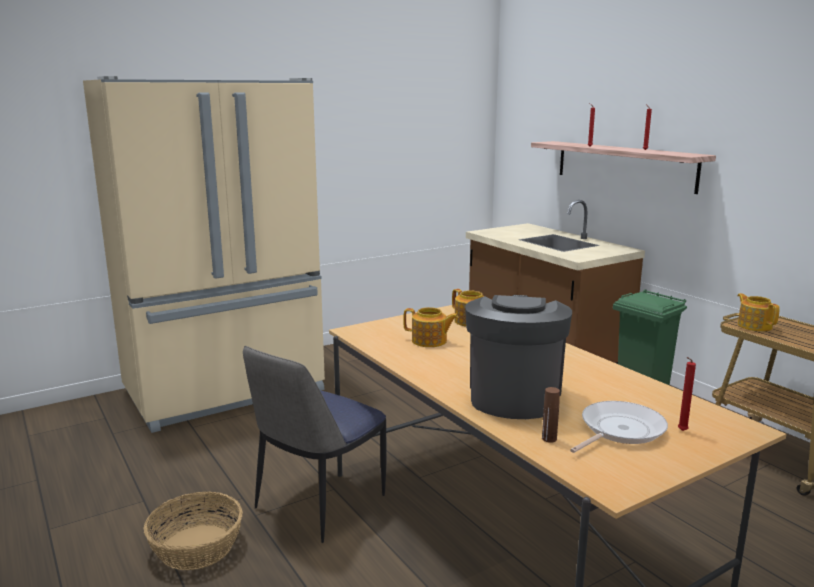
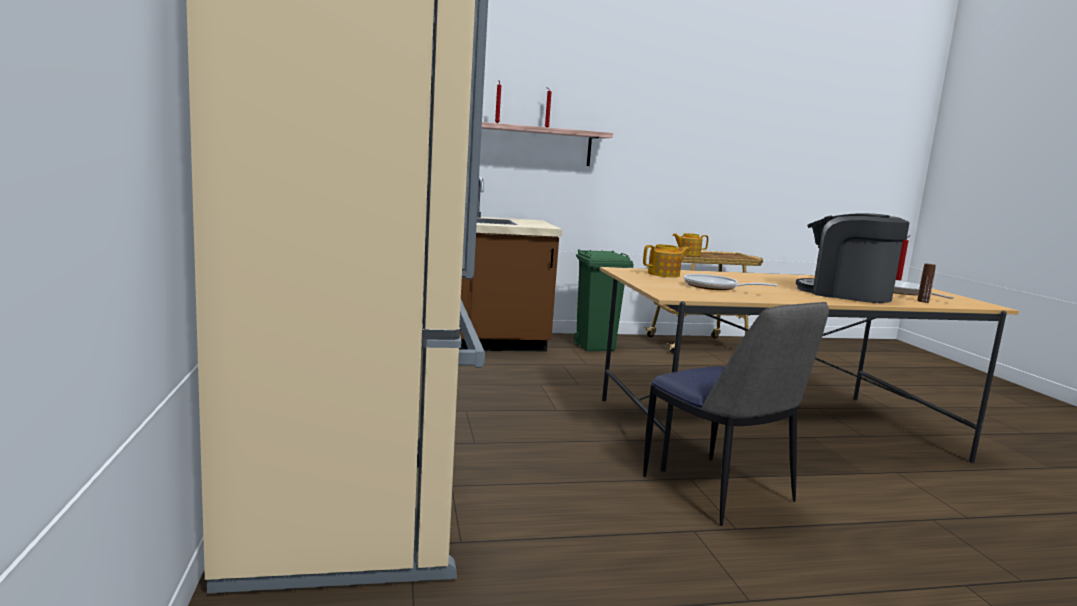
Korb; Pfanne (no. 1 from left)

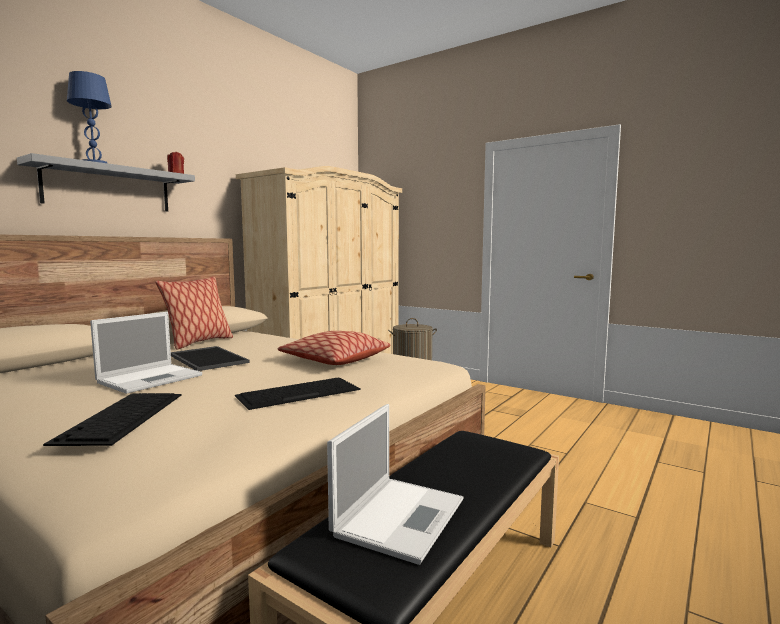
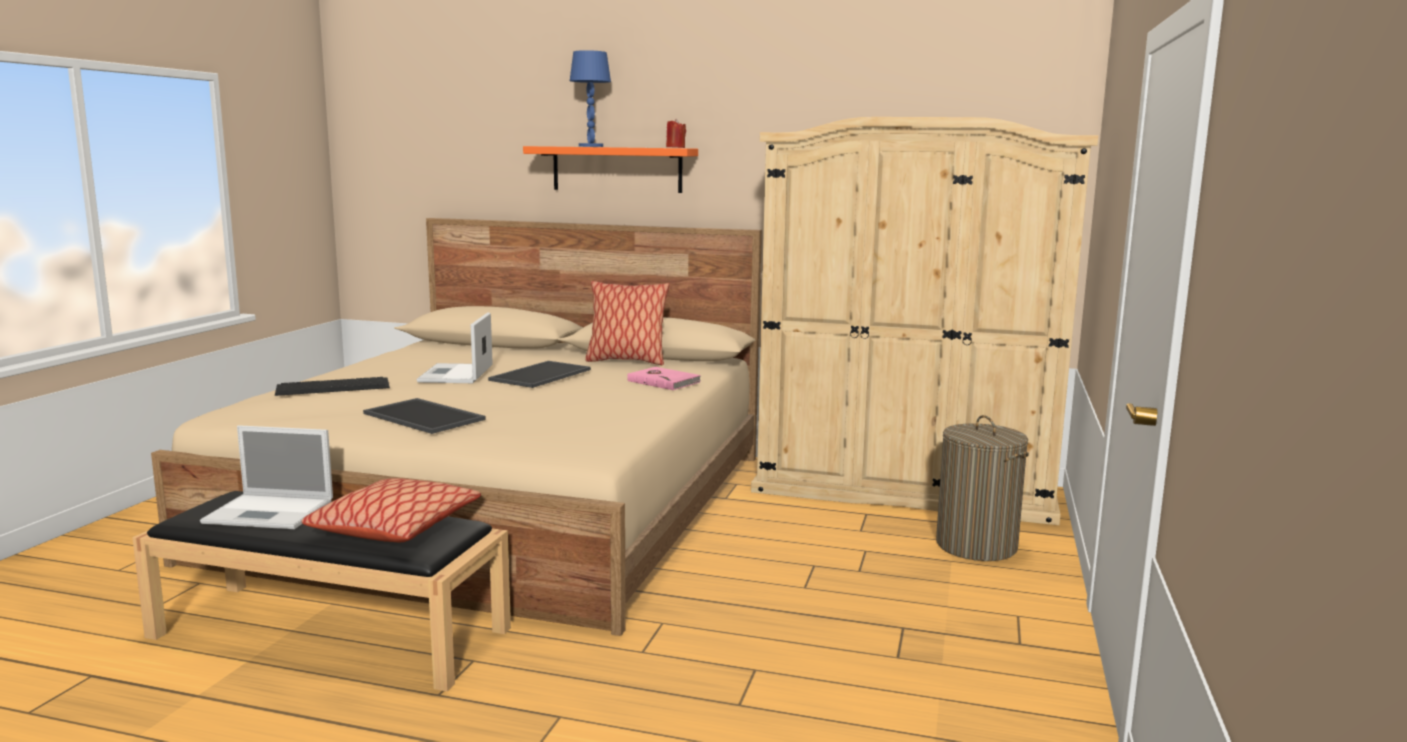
Wandregal (orange); Laptop (no. 2 from left); Tablett (no. 1 from left); Kissen (no. 1 from left); Buch (rosa)

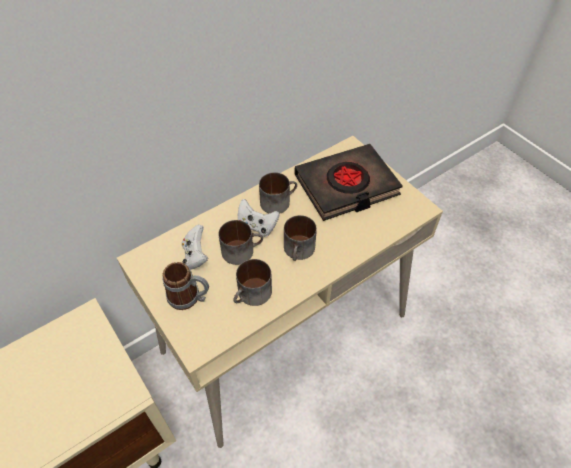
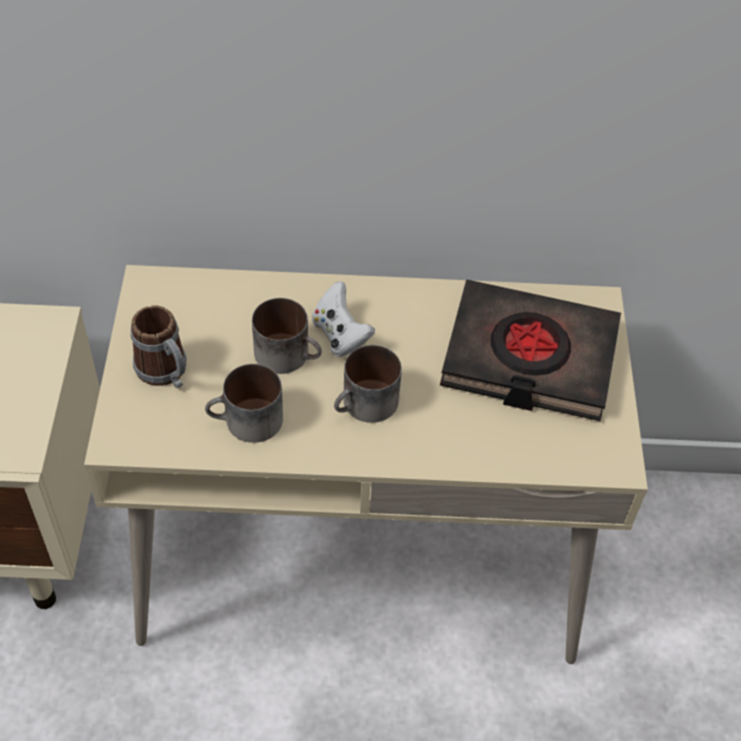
Gamepad (weiß) (no. 1 from left in the first image); Henkelbecher (no. 4 from left in the first image)

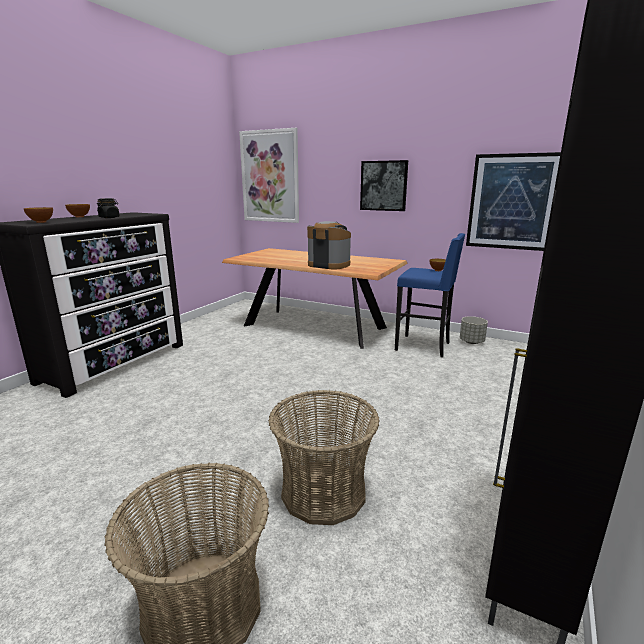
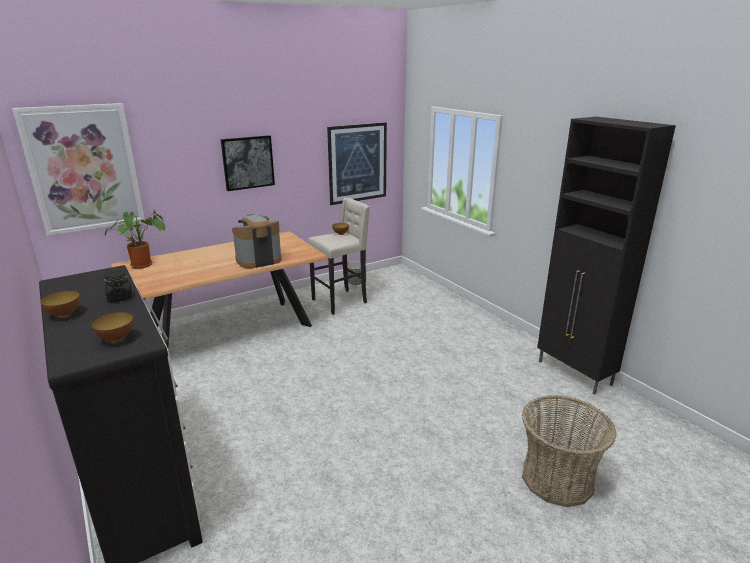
Korb (no. 2 from left in the first image); Hocker (beige); Topfpflanze

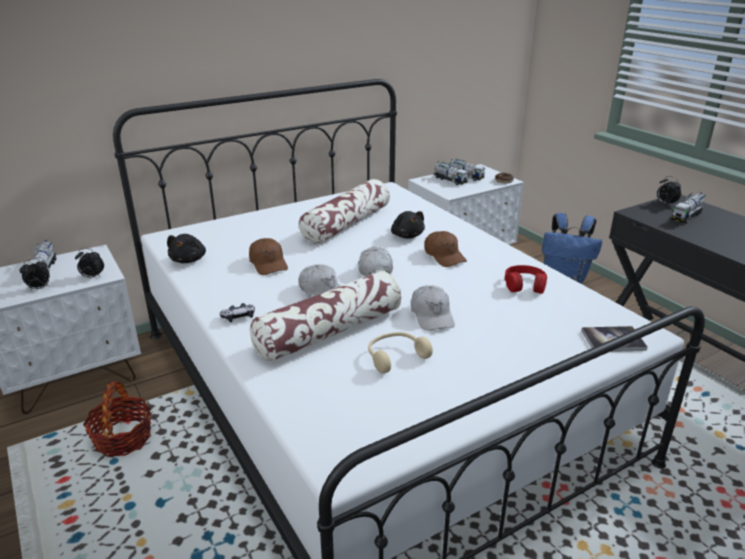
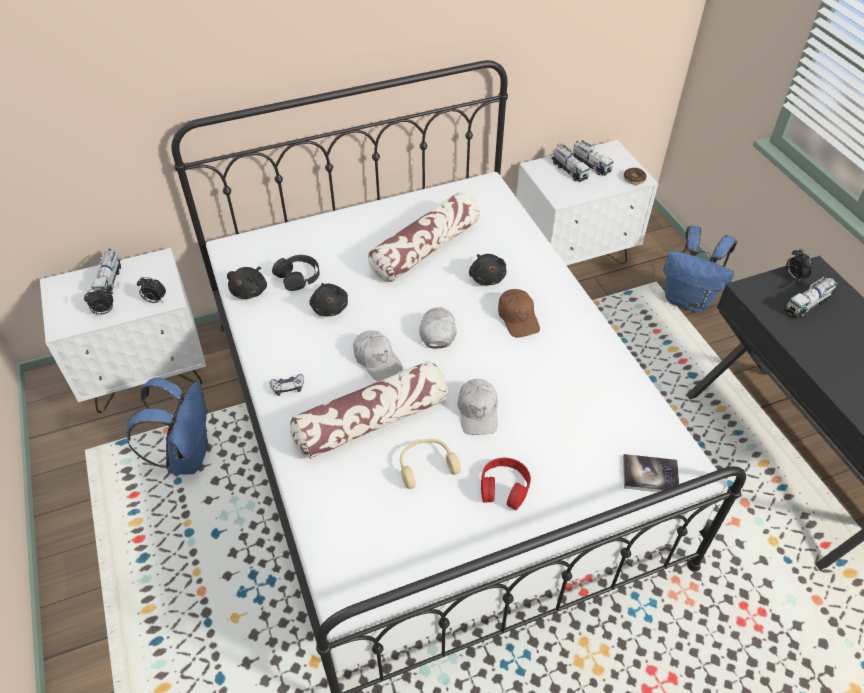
Rucksack (blau) (no. 1 from left); Plüschtier (schwarz) (no. 2 from left); Kopfhörer (rot); Kopfhörer (schwarz)

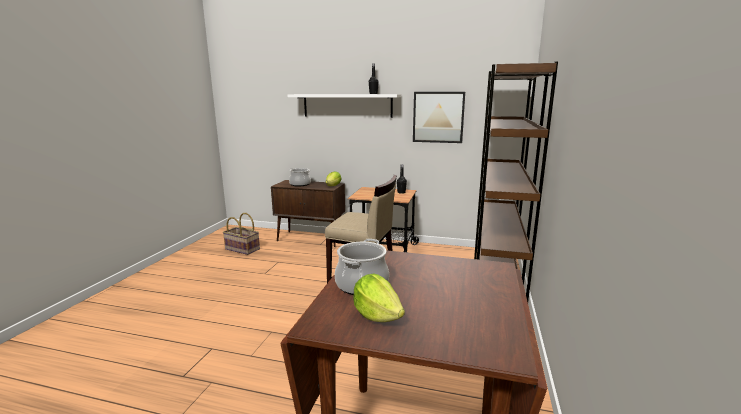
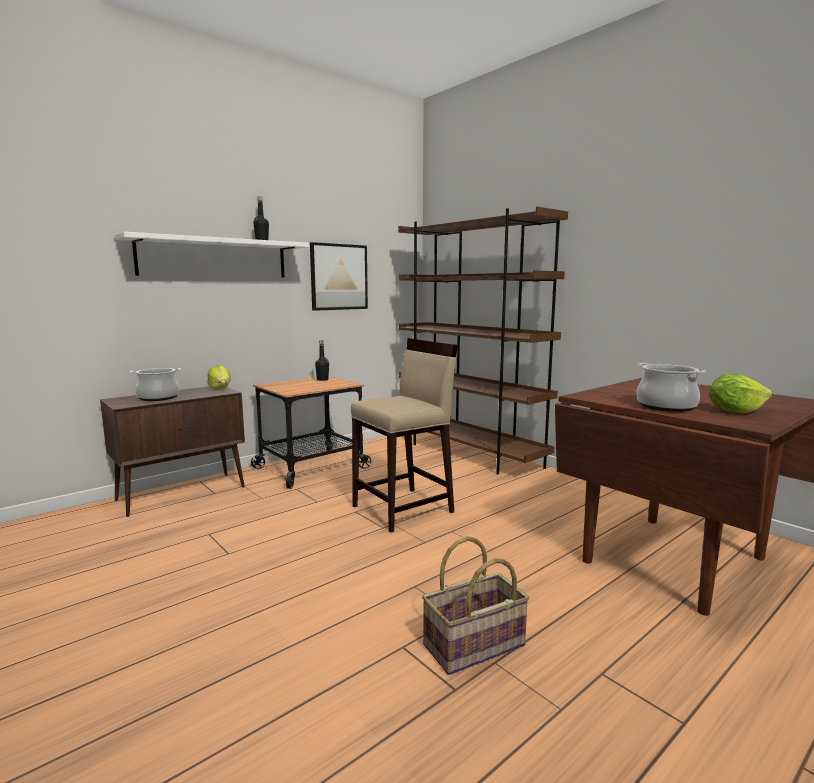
Korb

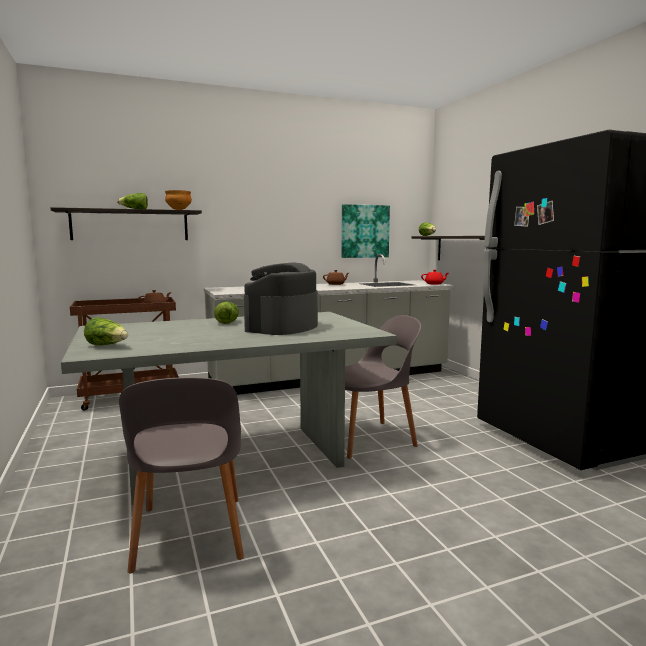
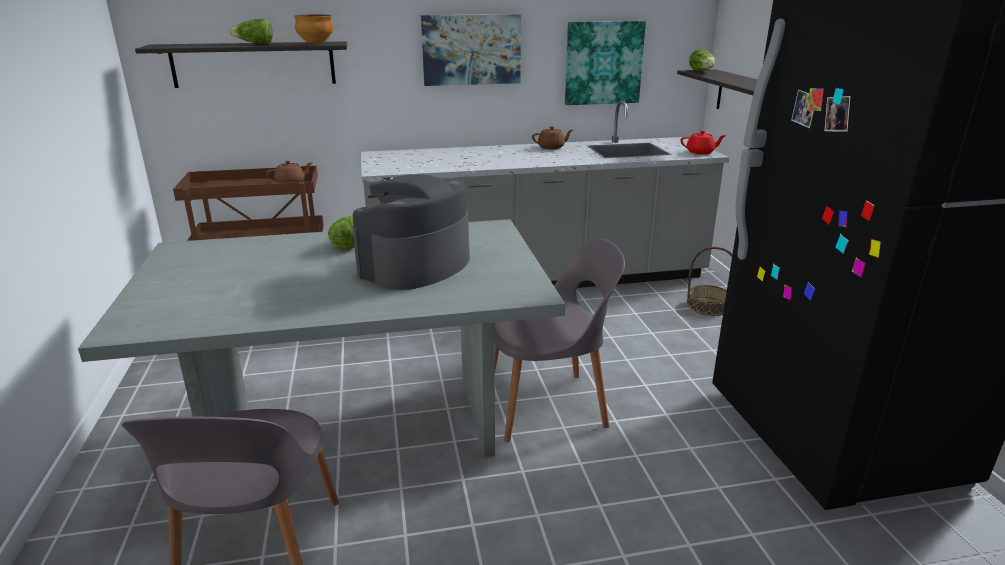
Salatkopf (no. 1 from left in the first image); Bild (no. 1 from left); Korb

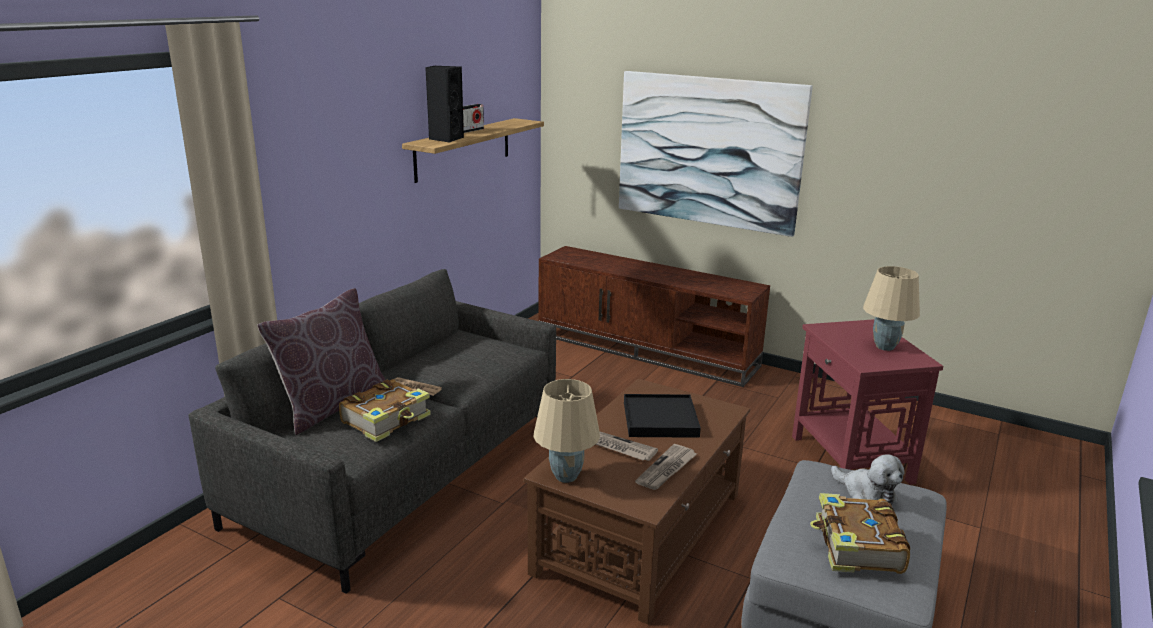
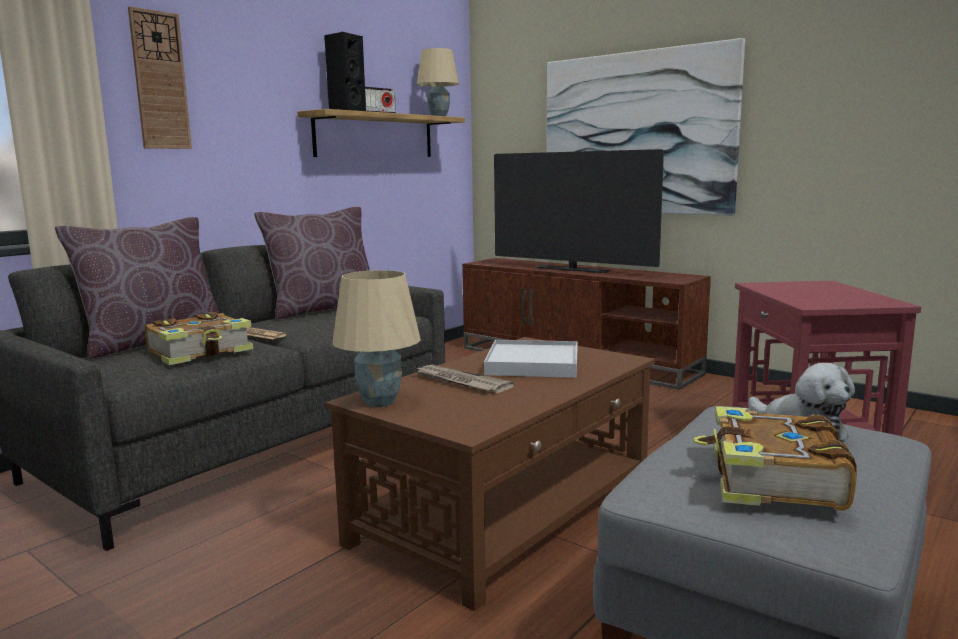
Tablett (weiß); Zeitung (no. 3 from left in the first image); Tischlampe (beige) (no. 2 from left); Wanduhr; Kissen (braun) (no. 2 from left); Fernseher

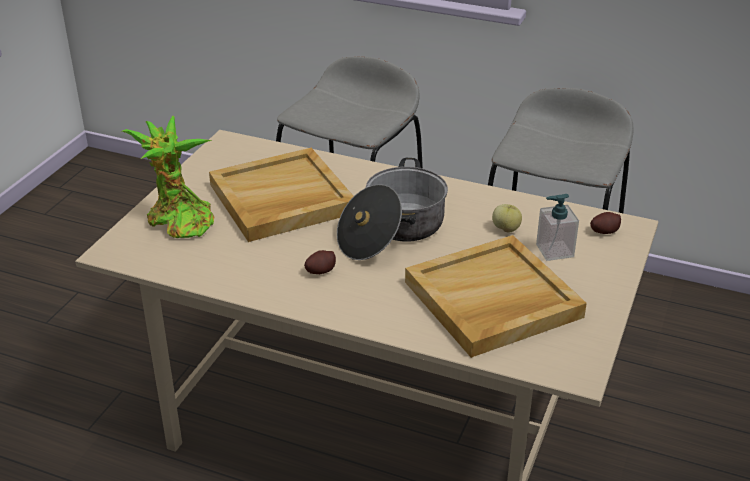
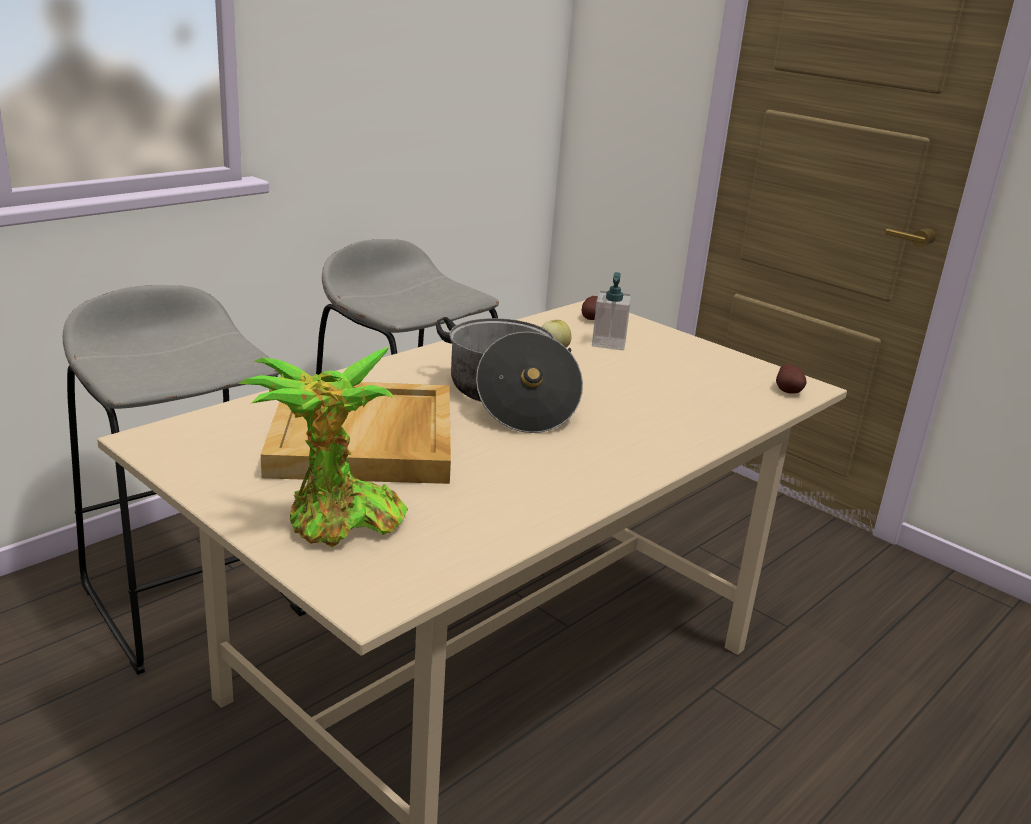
Kartoffel (no. 2 from left); Tablett (beige) (no. 2 from left in the first image)

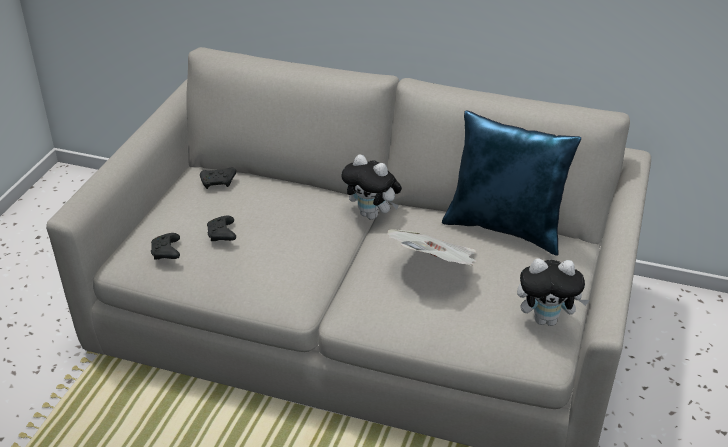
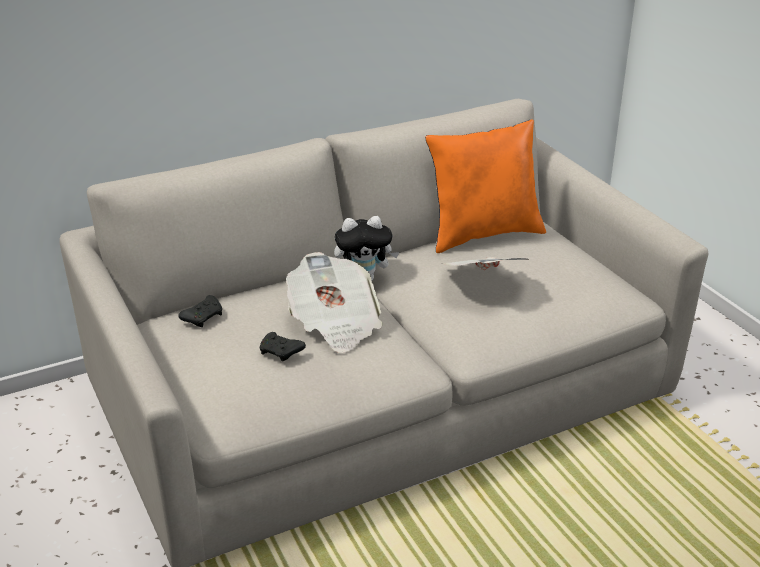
Gamepad (schwarz) (no. 1 from left in the first image); Kissen (orange); Plüschtier (no. 2 from left in the first image); Zeitung (no. 1 from left)

